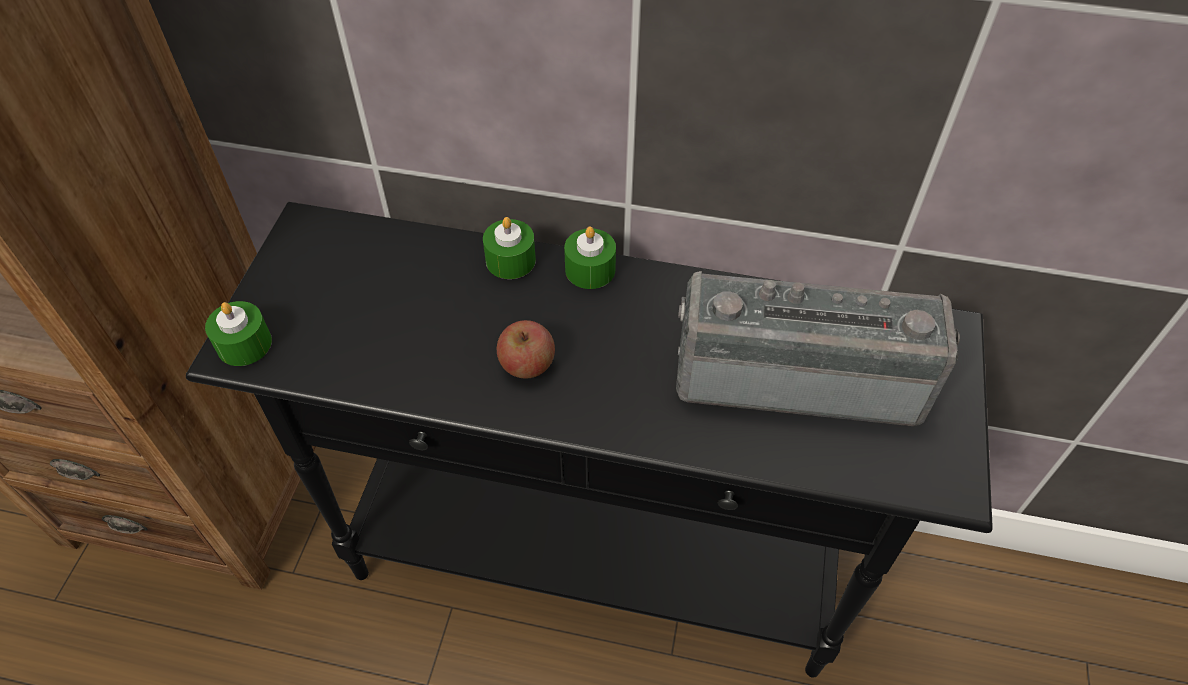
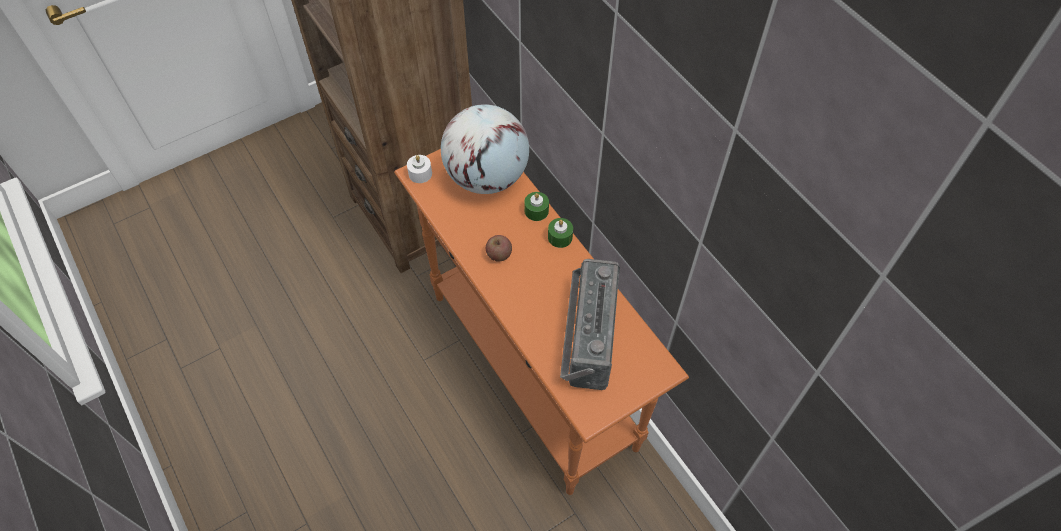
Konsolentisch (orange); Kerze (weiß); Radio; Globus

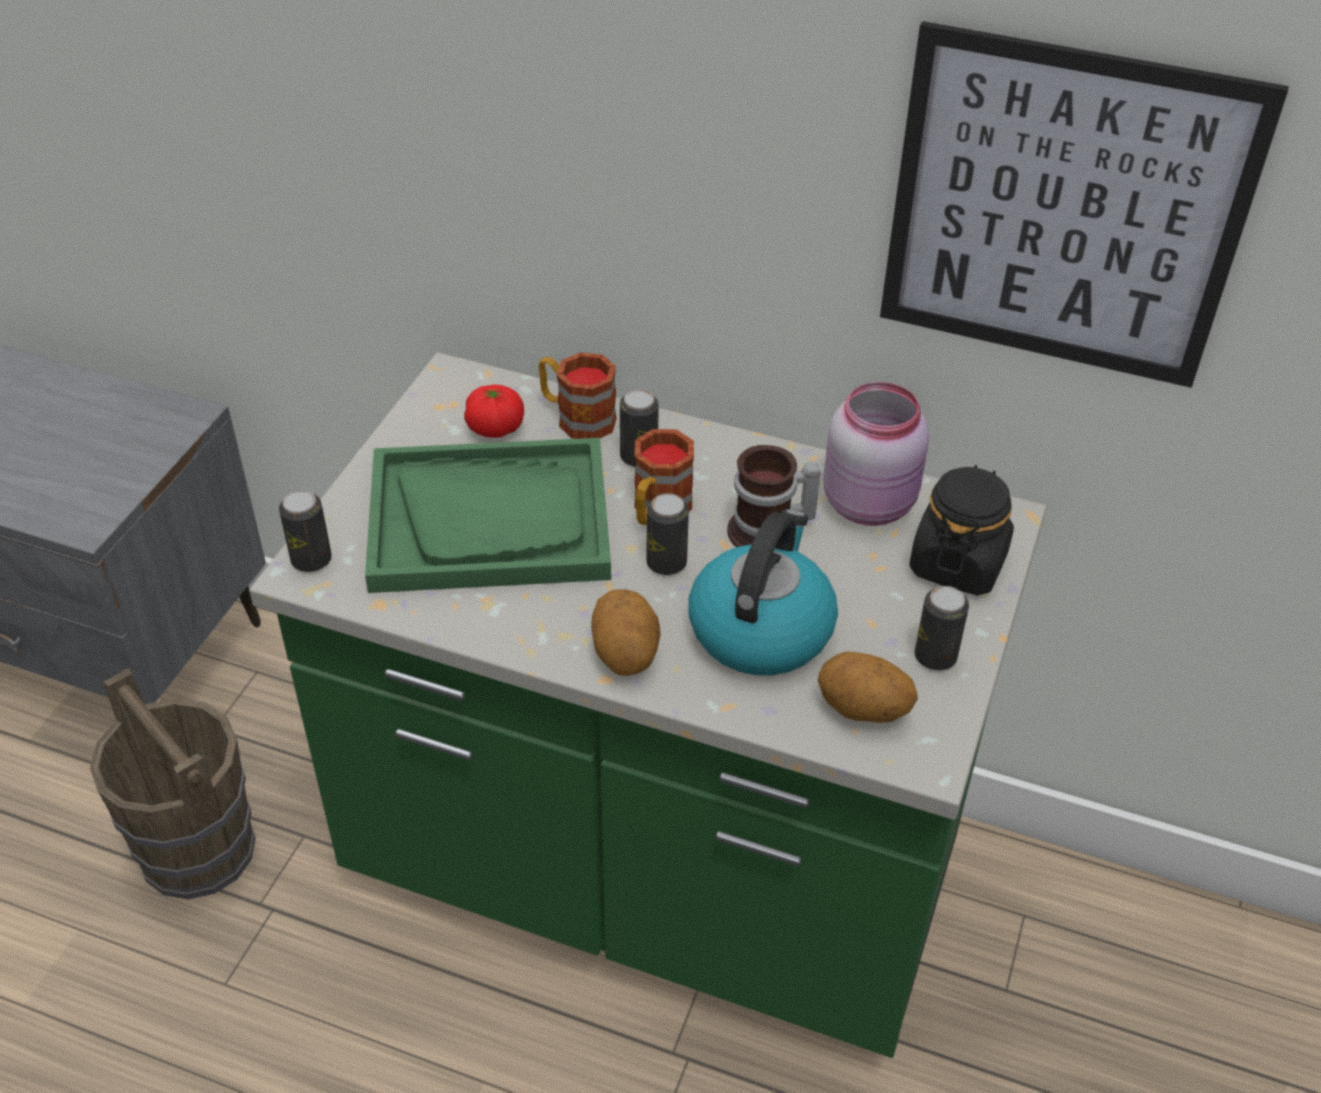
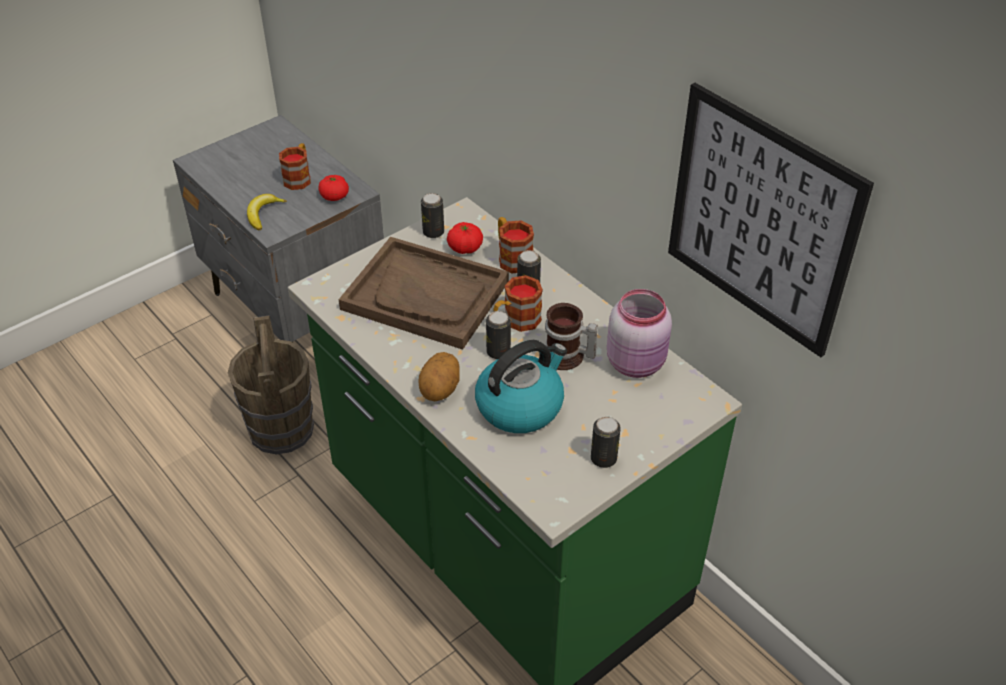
Dose (no. 1 from left); Tablett (braun); Kartoffel (no. 2 from left in the first image); Vorratsglas (schwarz); Banane; Henkelbecher (no. 1 from left); Tomate (no. 1 from left)

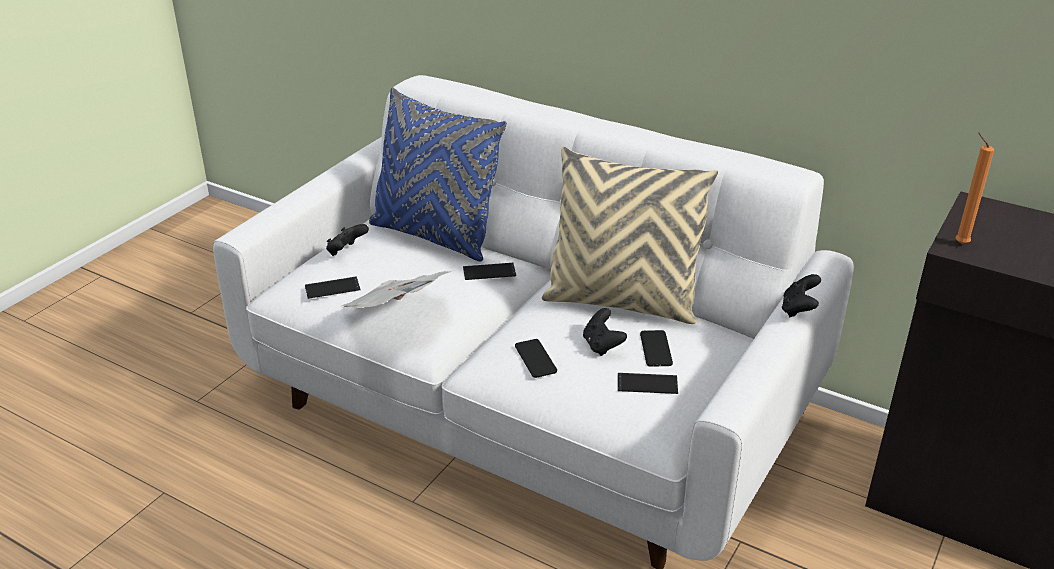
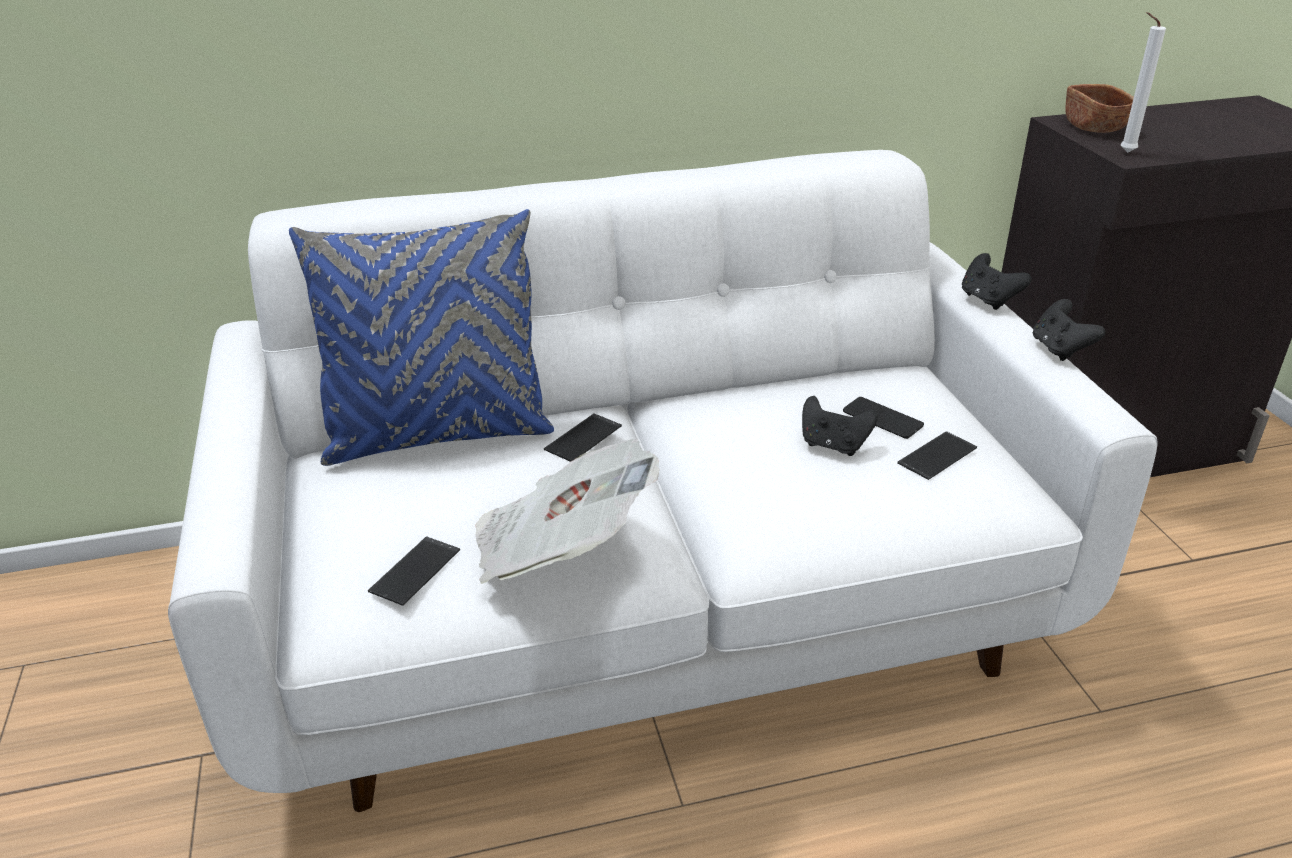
Gamepad (schwarz) (no. 3 from left); Handy (no. 3 from left in the first image); Kissen (beige); Kerze (weiß); Schüssel (braun)

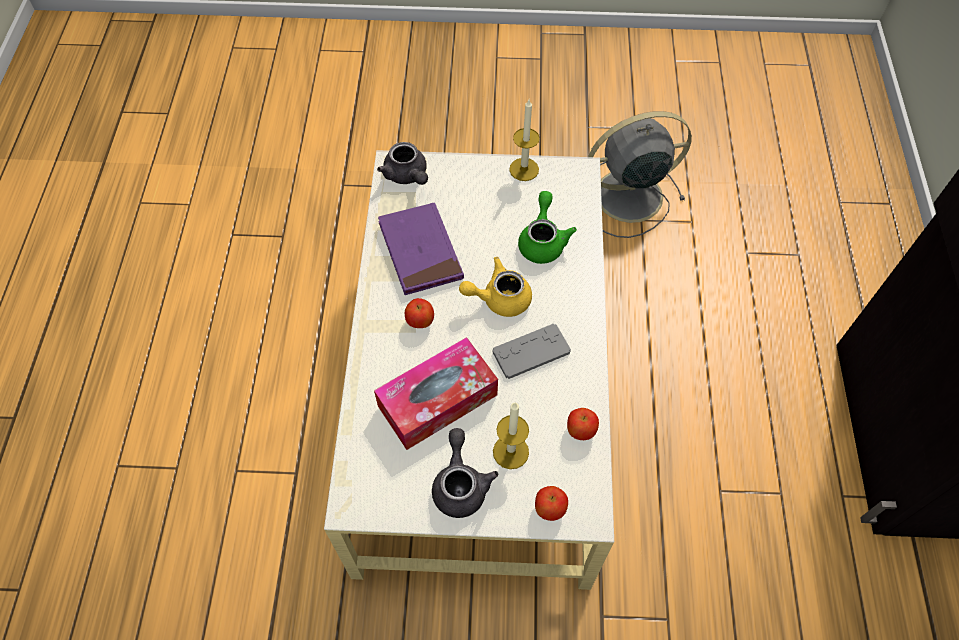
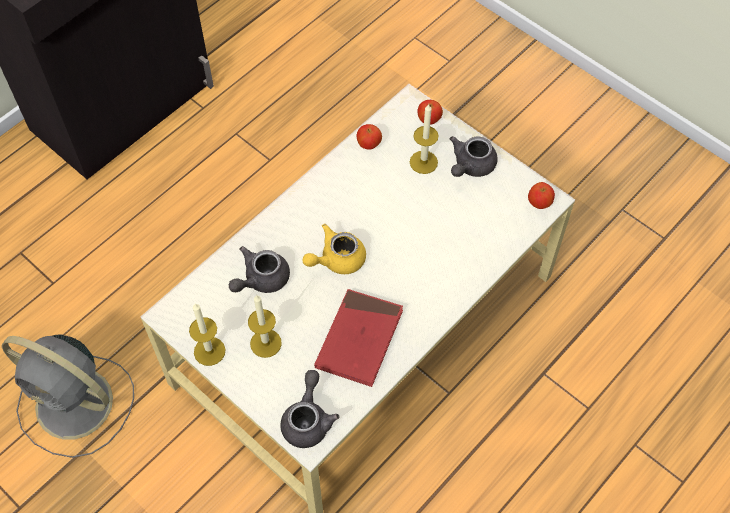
Taschentuchbox; Buch (rot); Apfel (no. 3 from left); Teekanne (gelb); Gamepad (grau); Teekanne (grau) (no. 1 from left); Kerze (no. 2 from left)

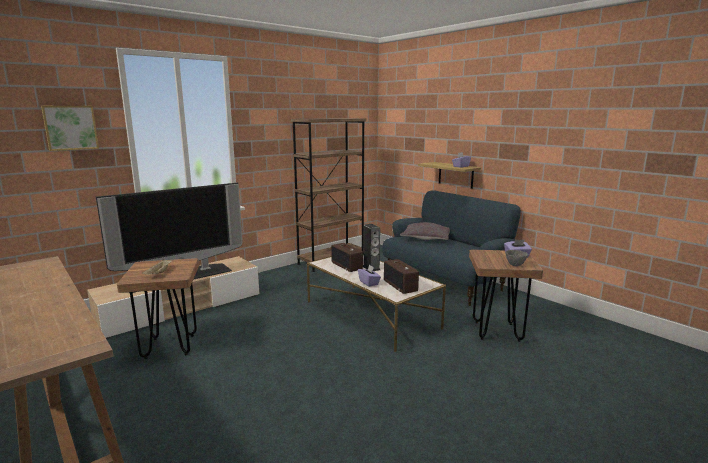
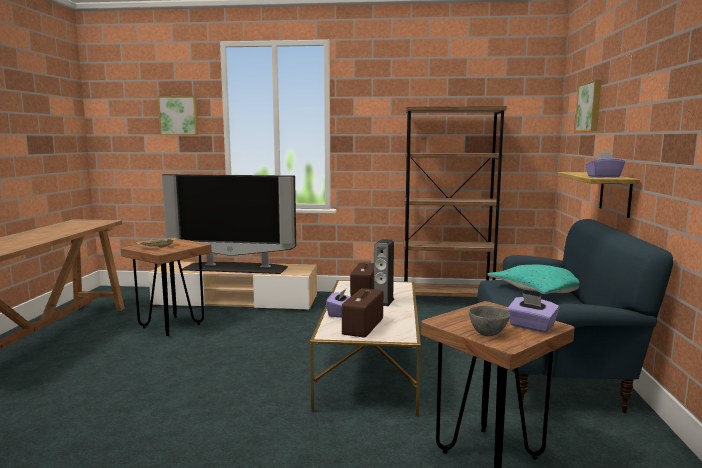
Kissen (türkis); Bild (no. 2 from left)

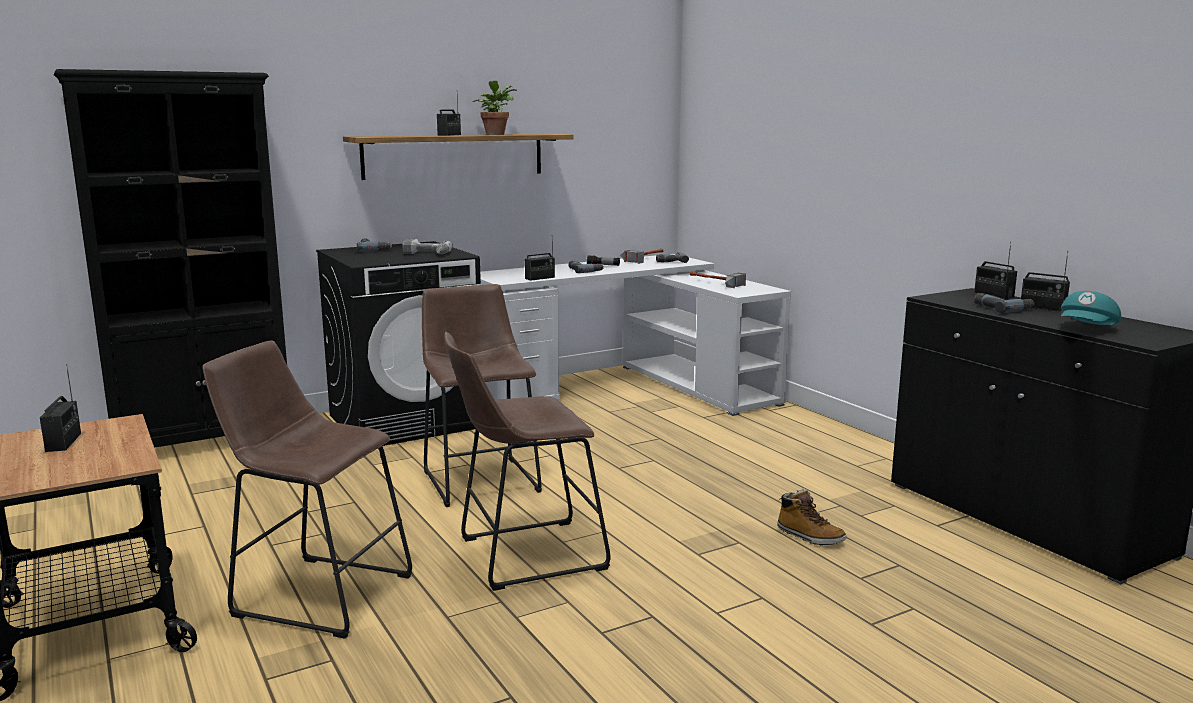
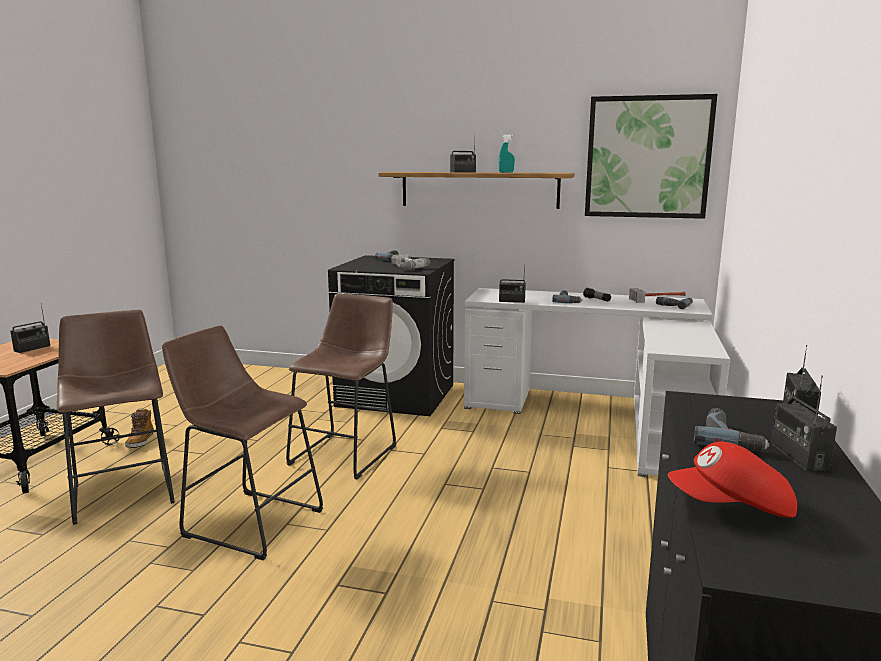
Bücherregal (schwarz); Sprühflasche (türkis); Hammer (no. 2 from left in the first image); Stiefel; Kappe (rot); Bild

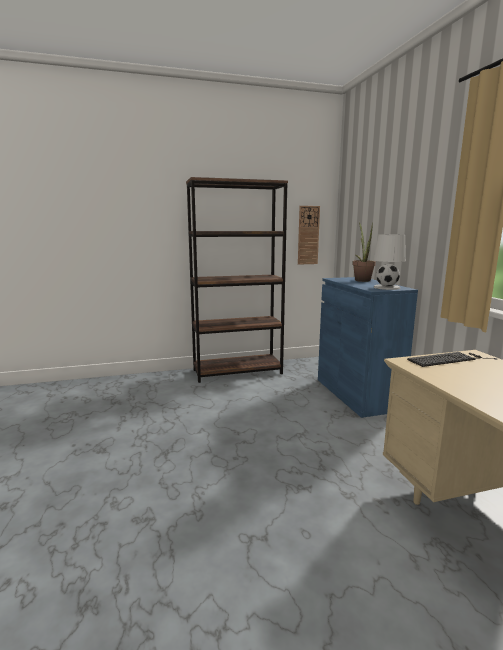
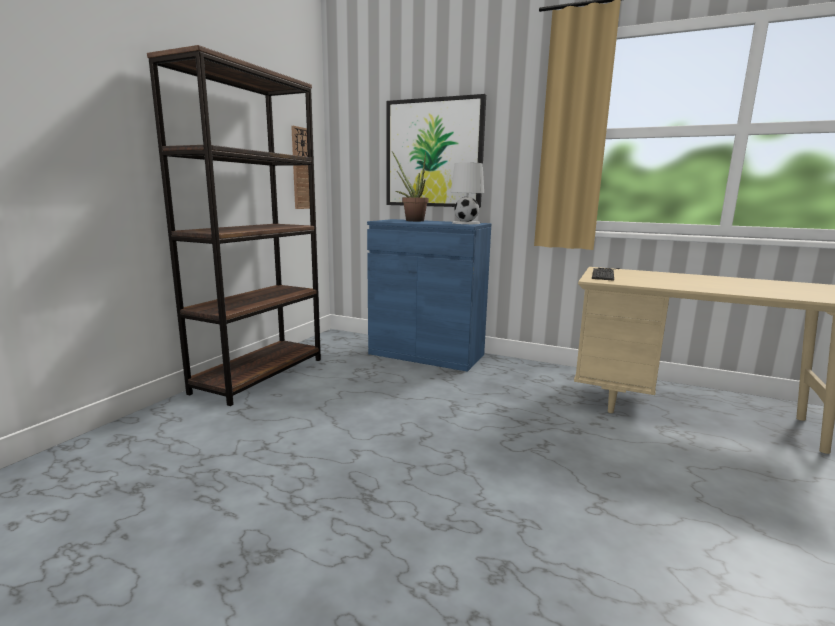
Bild

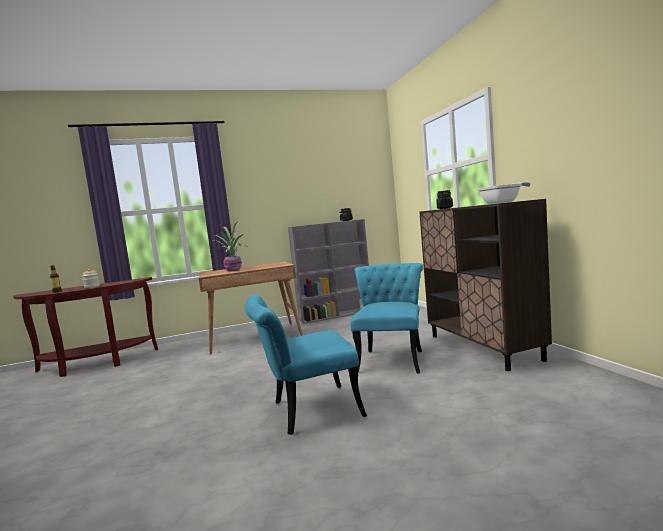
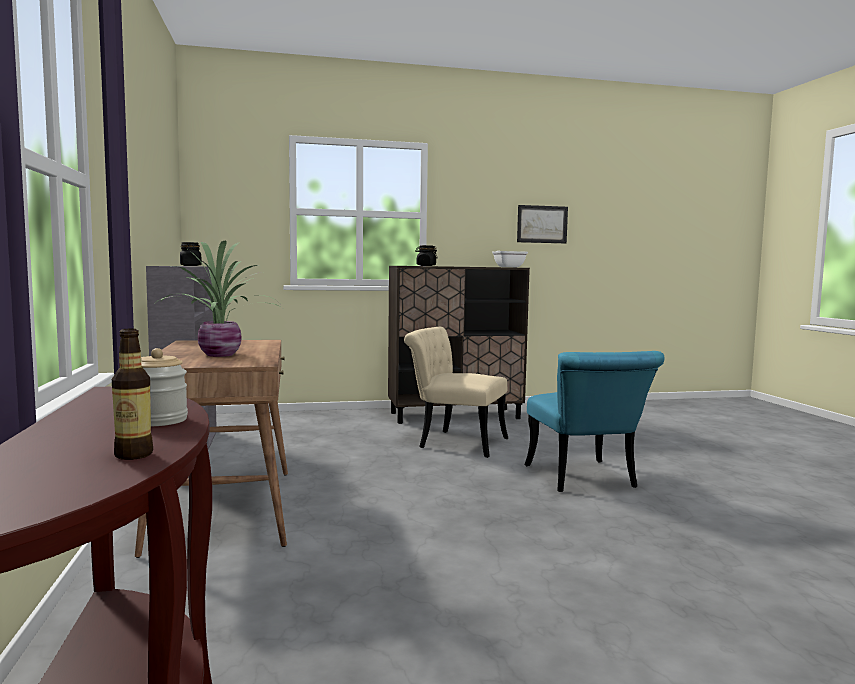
Stuhl (beige); Bild

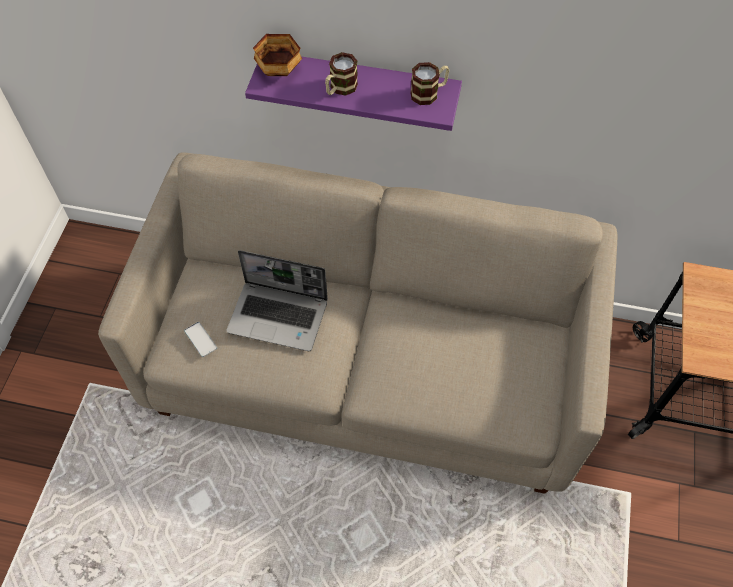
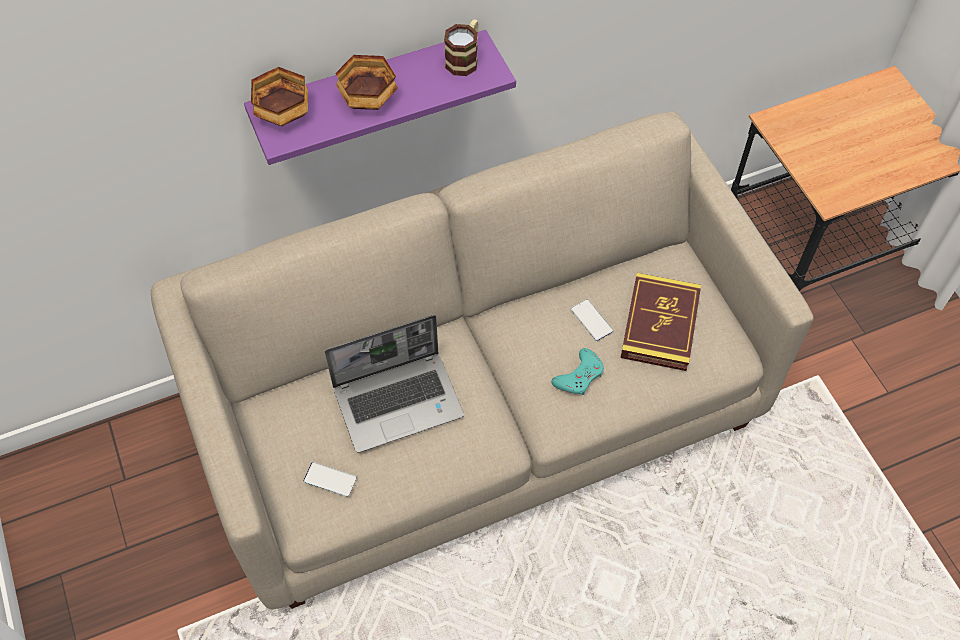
Schüssel (no. 2 from left); Gamepad (türkis); Handy (no. 2 from left); Buch

